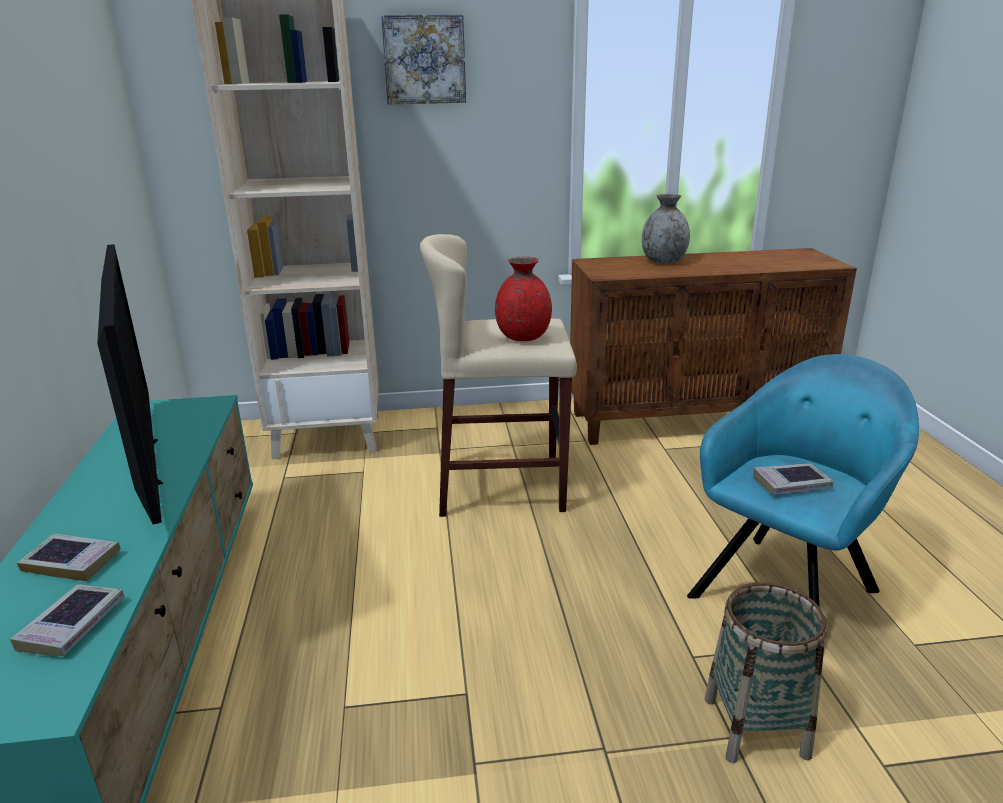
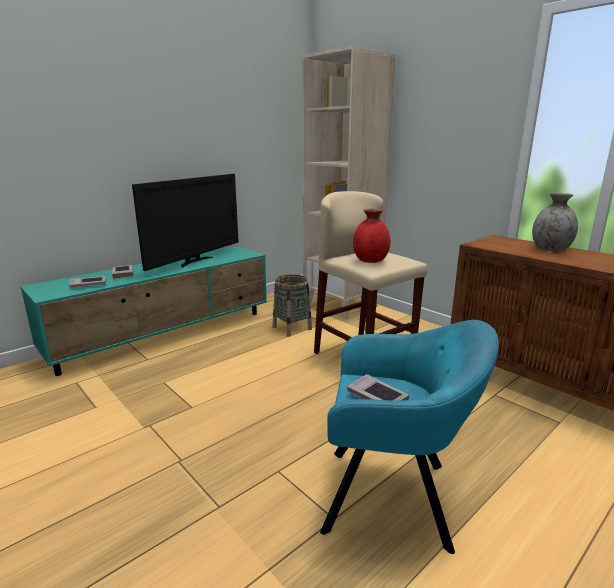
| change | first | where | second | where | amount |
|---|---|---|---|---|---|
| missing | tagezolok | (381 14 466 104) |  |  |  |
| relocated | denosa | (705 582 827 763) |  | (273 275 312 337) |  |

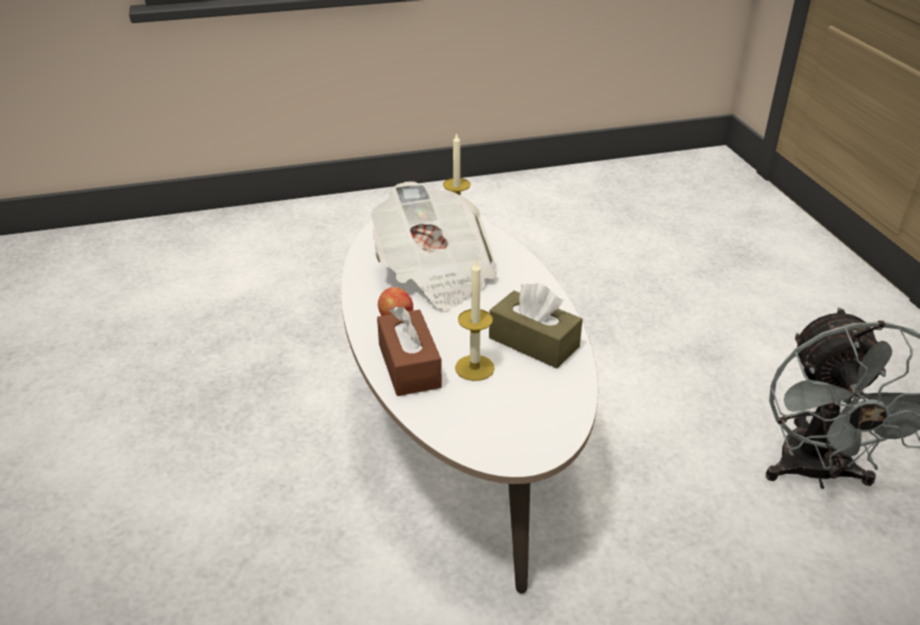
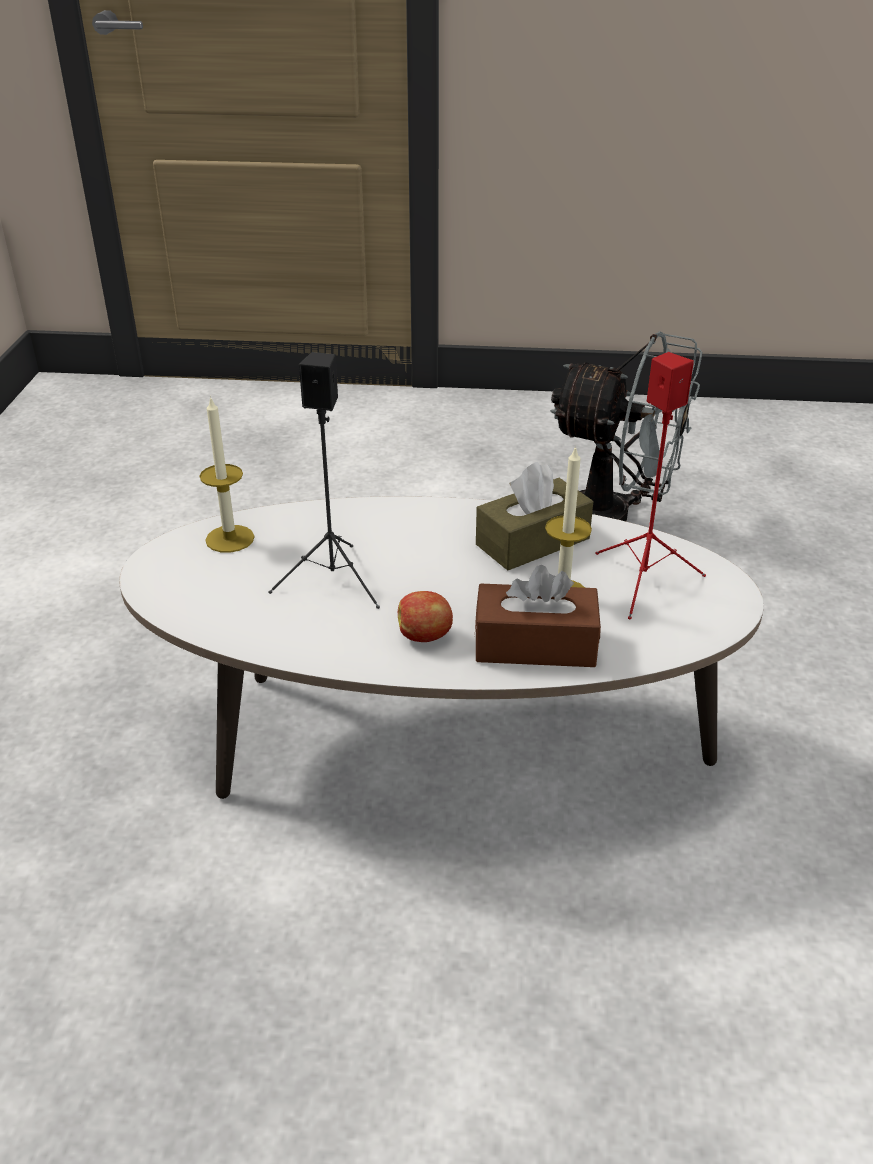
| change | first | where | second | where | amount |
|---|---|---|---|---|---|
| appeared |  |  | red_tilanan | (595 352 706 619) |  |
| exchanged | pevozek | (371 181 497 311) | black_tilanan | (269 352 380 609) |  |

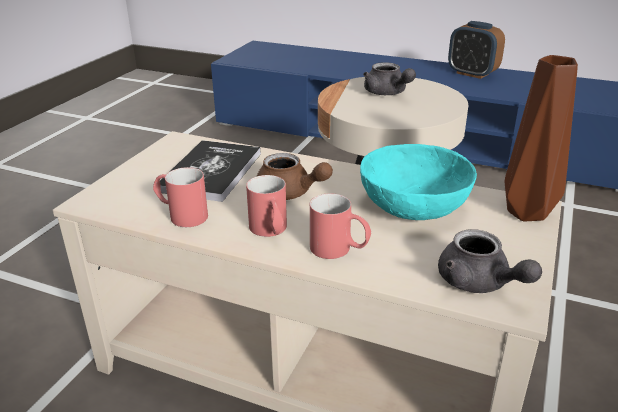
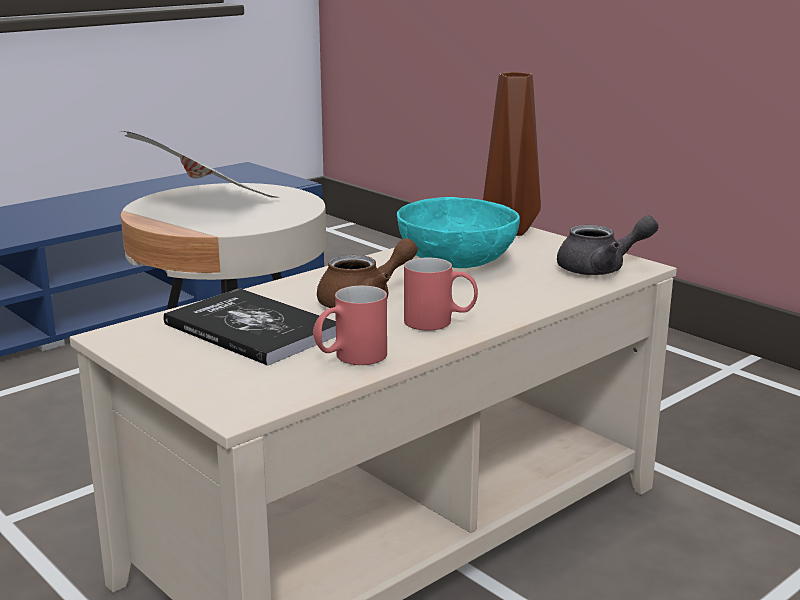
| change | first | where | second | where | amount |
|---|---|---|---|---|---|
| missing | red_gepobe | (310 193 371 259) |  |  |  |
| missing | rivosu | (448 21 505 79) |  |  |  |
| exchanged | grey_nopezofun | (363 62 416 95) | pevozek | (122 131 278 198) |  |

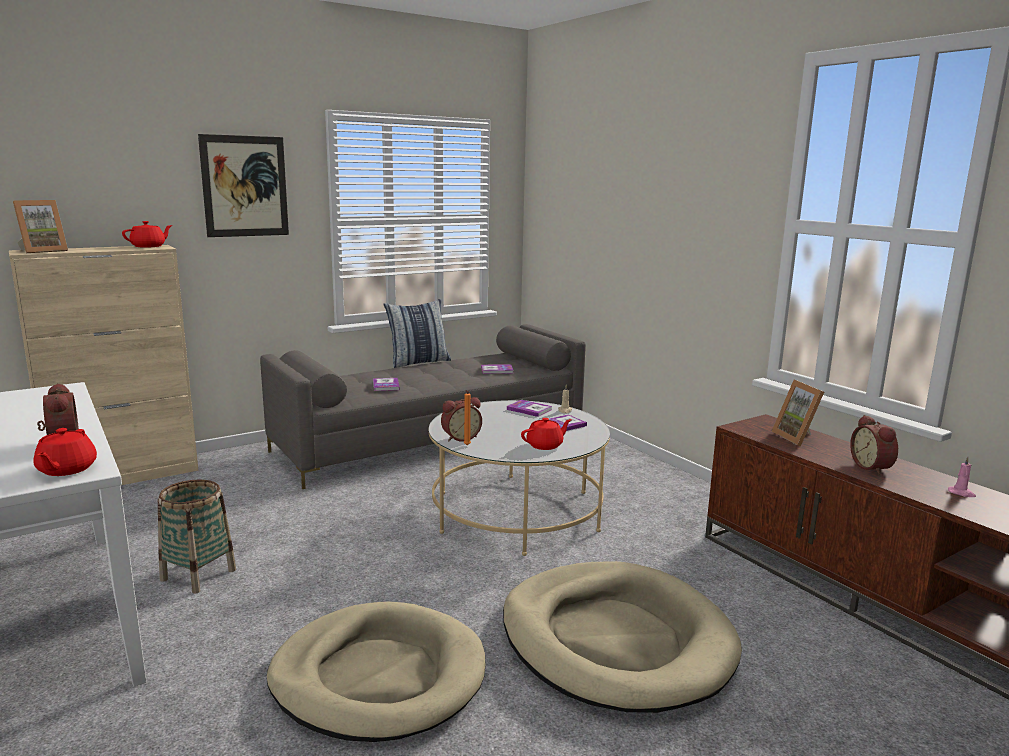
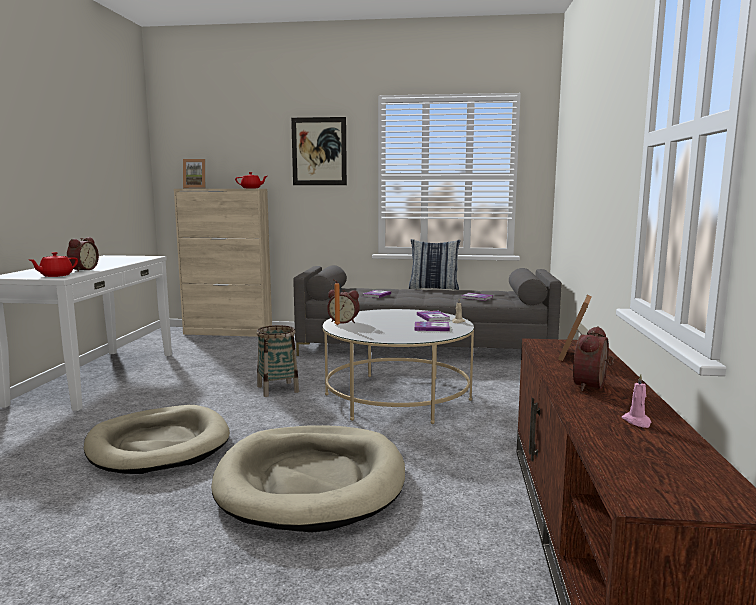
| change | first | where | second | where | amount |
|---|---|---|---|---|---|
| missing | red_nopezofun | (521 418 572 450) |  |  |  |
| relocated | denosa | (158 480 236 594) |  | (256 325 299 397) |  |

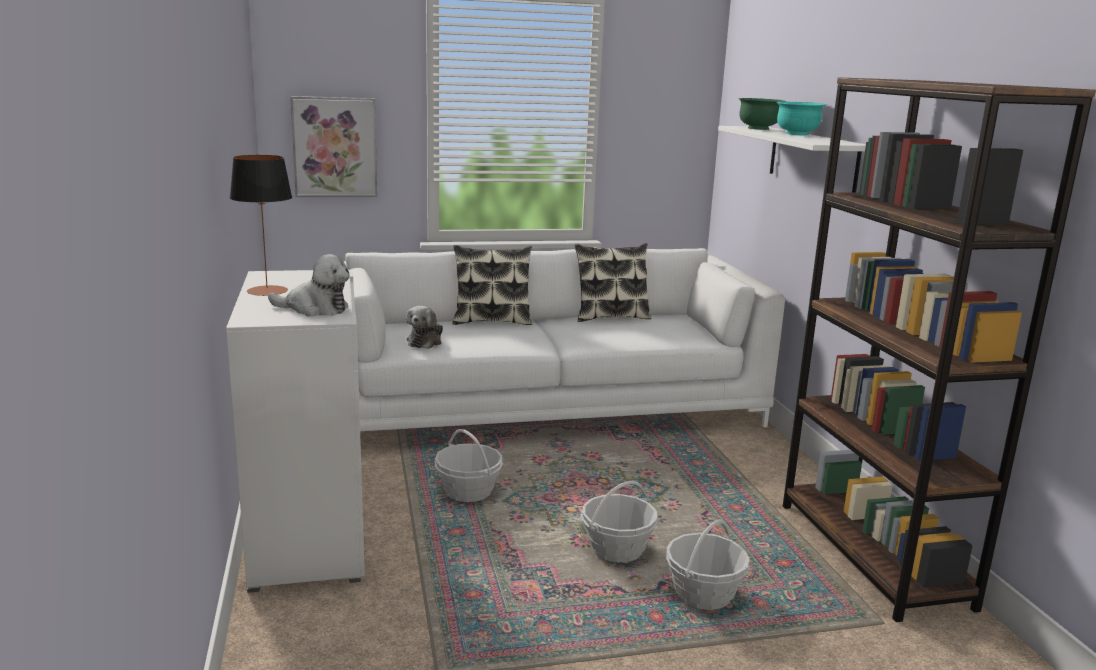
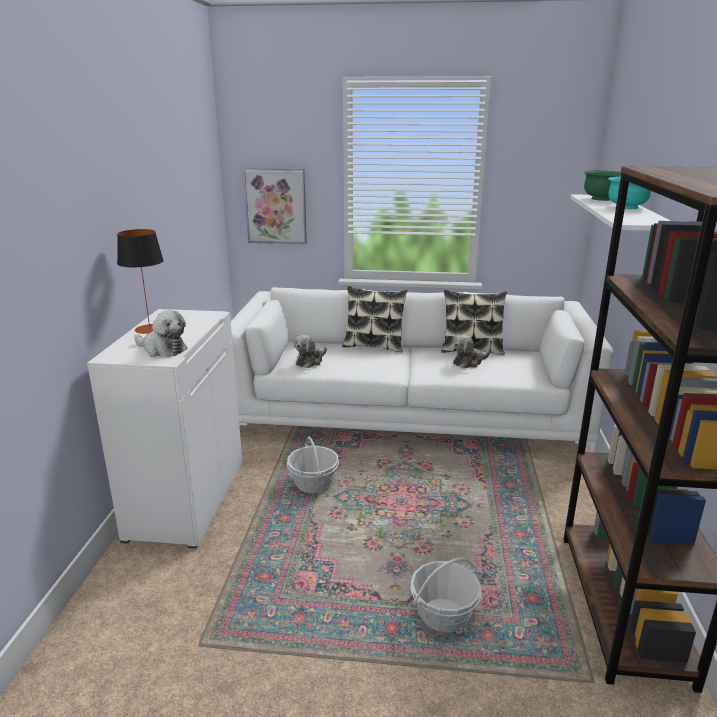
| change | first | where | second | where | amount |
|---|---|---|---|---|---|
| missing | denosa | (581 481 657 562) |  |  |  |
| appeared |  |  | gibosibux | (453 335 490 368) |  |

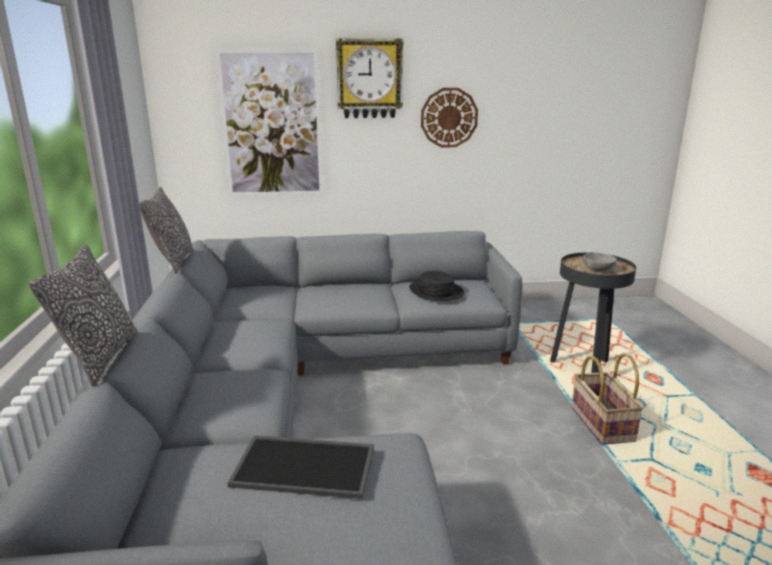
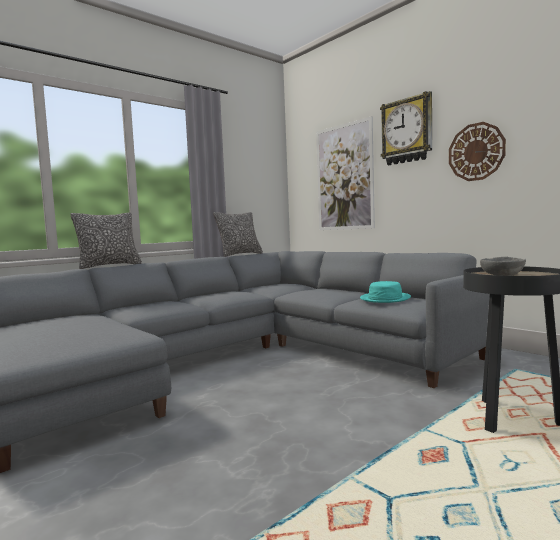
| change | first | where | second | where | amount |
|---|---|---|---|---|---|
| missing | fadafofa | (227 435 374 499) |  |  |  |
| missing | denosa | (572 353 644 445) |  |  |  |
| colour | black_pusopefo | (409 271 464 301) | turquoise_pusopefo | (360 281 411 303) |  |

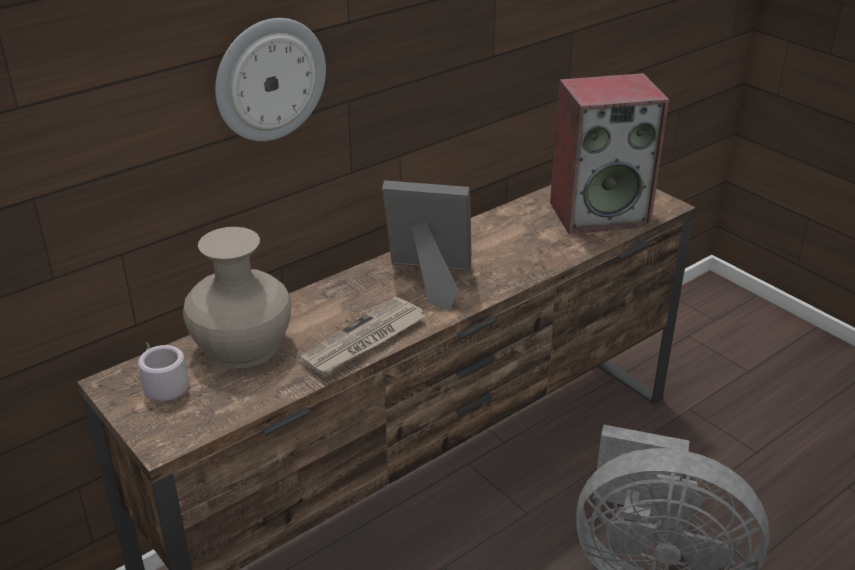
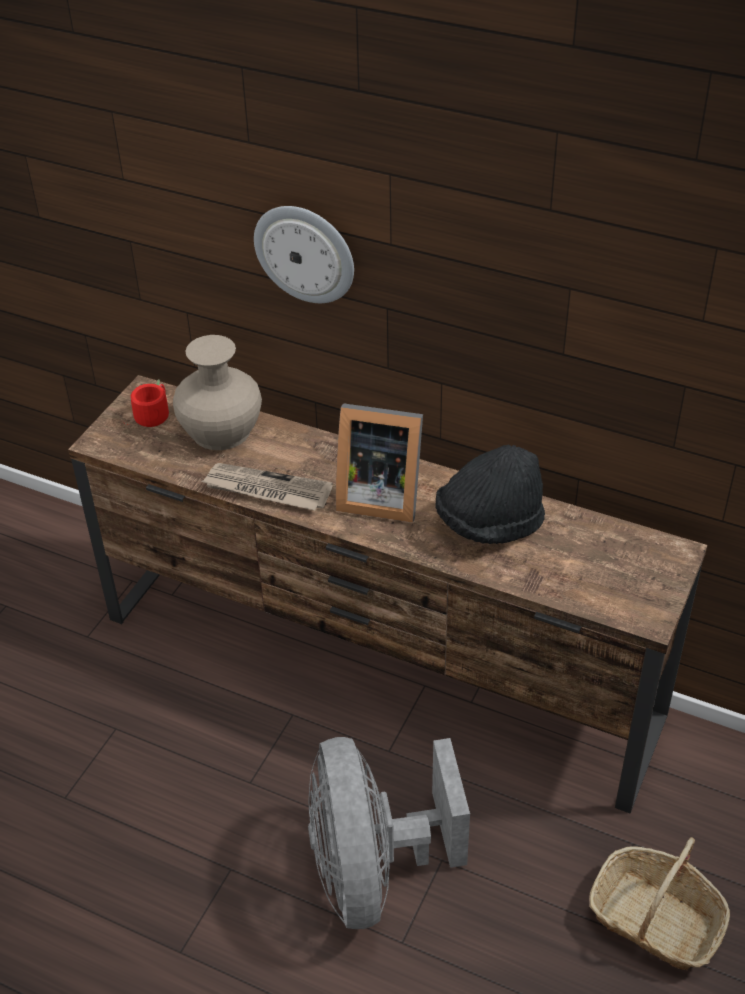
| change | first | where | second | where | amount |
|---|---|---|---|---|---|
| missing | tilanan | (550 73 669 234) |  |  |  |
| appeared |  |  | black_pusopefo | (435 445 545 544) |  |
| appeared |  |  | denosa | (589 837 730 970) |  |
| colour | grey_gepobe | (138 342 189 413) | red_gepobe | (124 379 169 427) |  |
| spun | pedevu | (382 180 471 311) |  | (335 403 423 523) | 120 degrees clockwise |

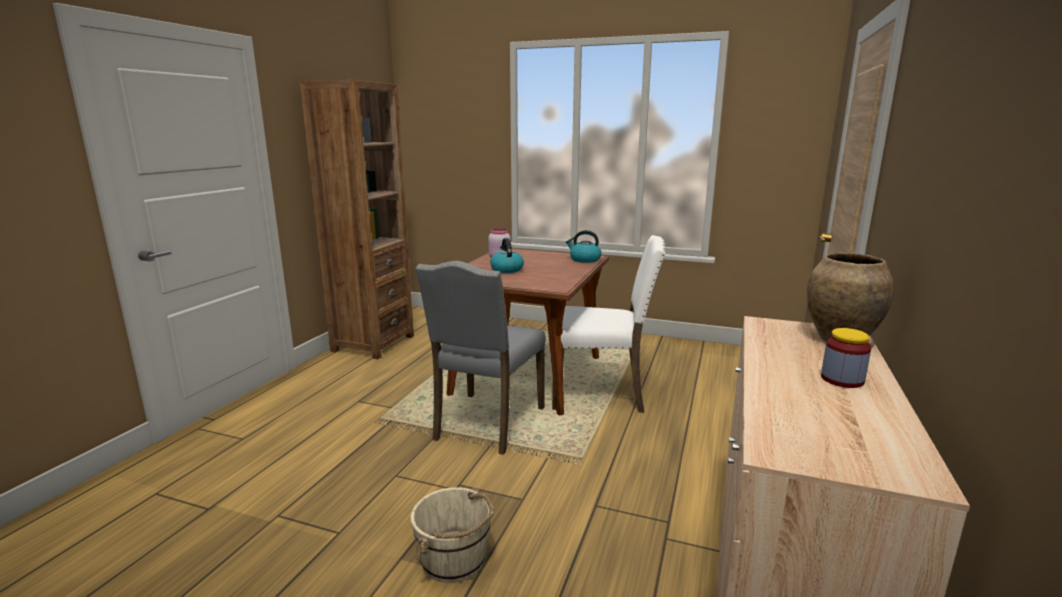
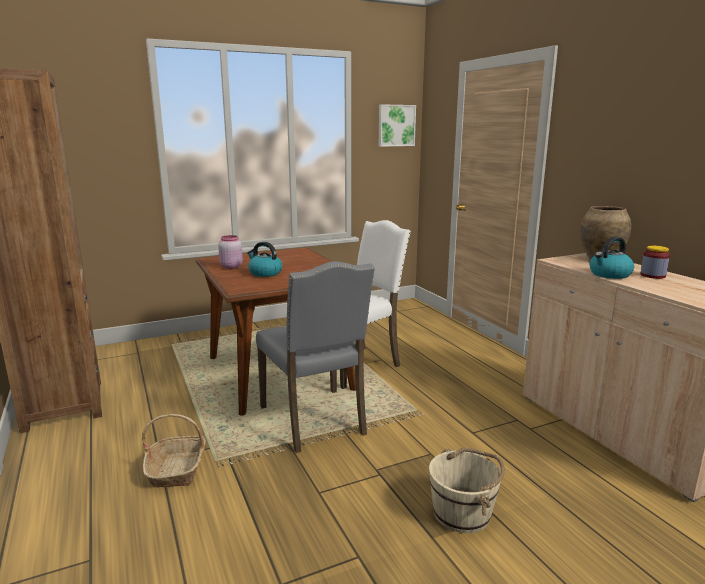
| change | first | where | second | where | amount |
|---|---|---|---|---|---|
| appeared |  |  | denosa | (142 414 206 488) |  |
| appeared |  |  | tagezolok | (379 104 416 147) |  |
| relocated | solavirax | (566 230 601 263) |  | (590 236 634 279) |  |

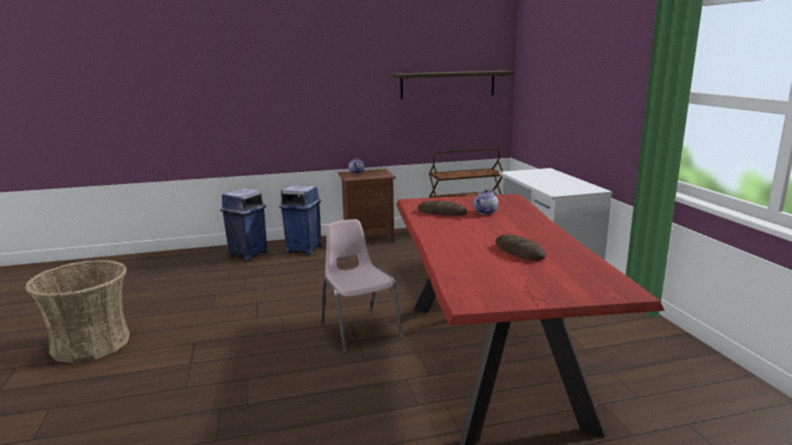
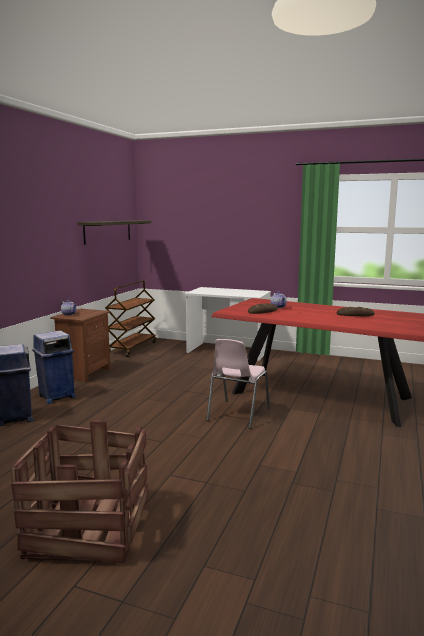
| change | first | where | second | where | amount |
|---|---|---|---|---|---|
| exchanged | denosa | (25 260 130 363) | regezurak | (11 420 148 564) |  |
| spun | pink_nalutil | (321 219 403 353) |  | (206 339 270 429) | 75 degrees counterclockwise |

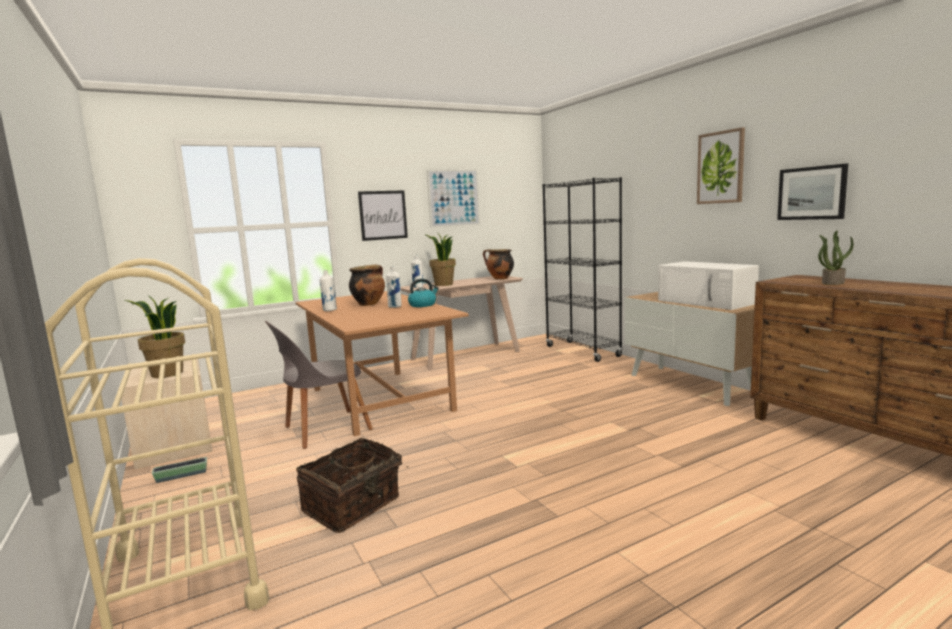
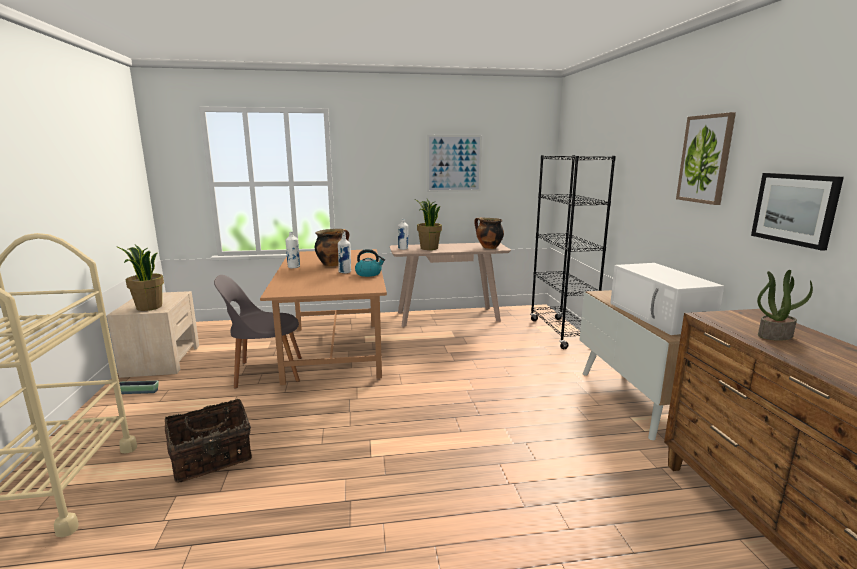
| change | first | where | second | where | amount |
|---|---|---|---|---|---|
| missing | tagezolok | (358 190 408 241) |  |  |  |

